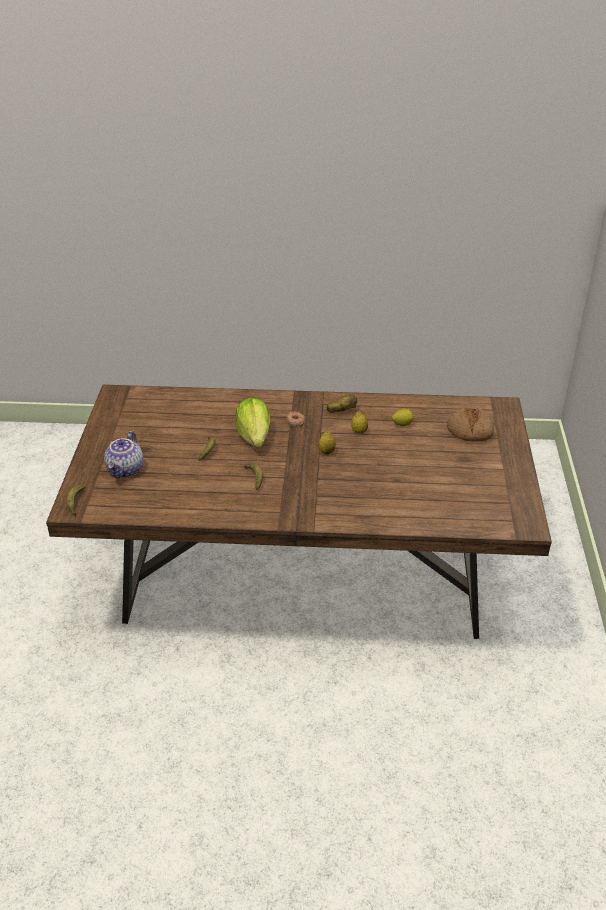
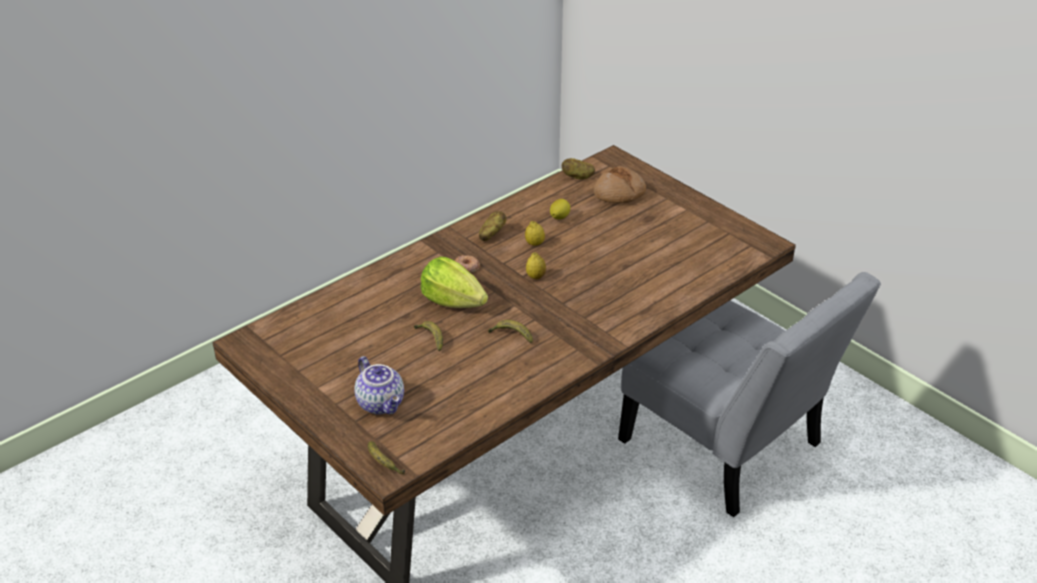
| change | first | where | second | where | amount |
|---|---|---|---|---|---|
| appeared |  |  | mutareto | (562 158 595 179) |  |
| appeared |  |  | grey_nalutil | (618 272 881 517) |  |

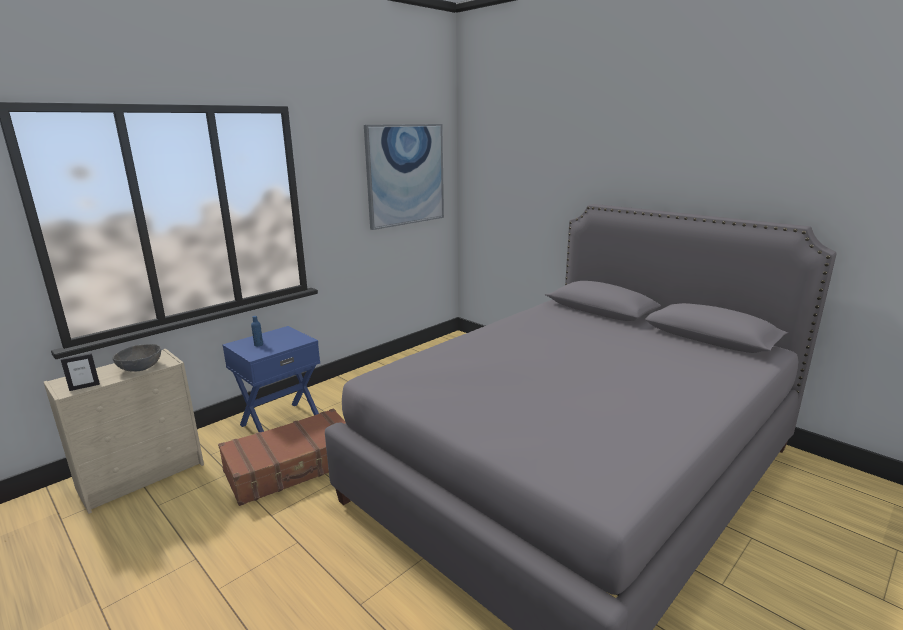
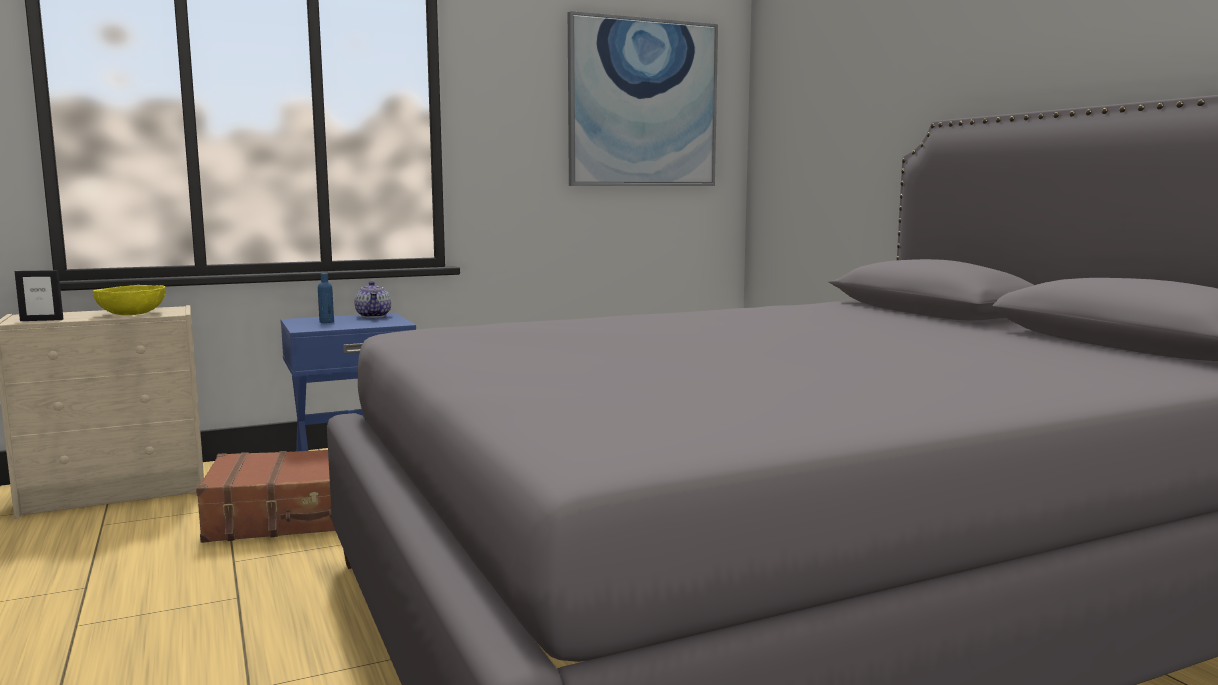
| change | first | where | second | where | amount |
|---|---|---|---|---|---|
| appeared |  |  | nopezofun | (354 281 391 318) |  |
| colour | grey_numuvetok | (113 344 161 372) | yellow_numuvetok | (93 285 166 315) |  |

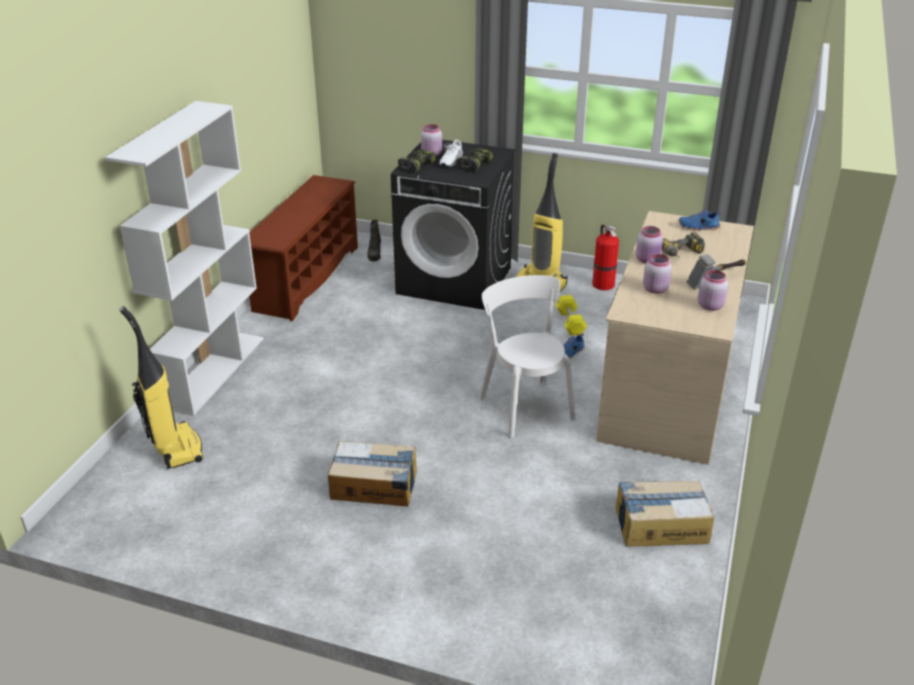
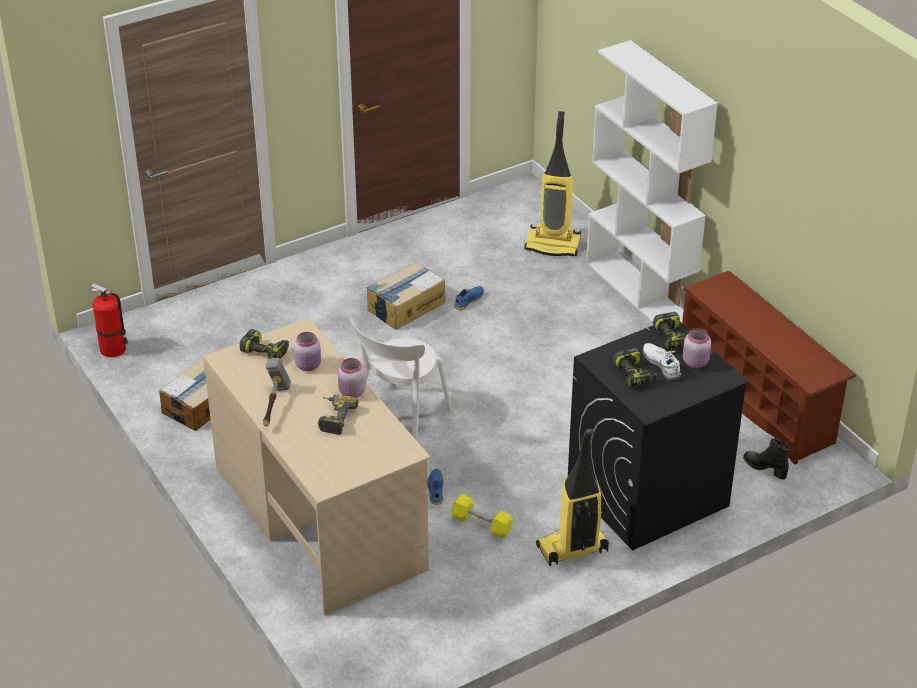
| change | first | where | second | where | amount |
|---|---|---|---|---|---|
| missing | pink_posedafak | (698 270 728 311) |  |  |  |
| appeared |  |  | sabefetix | (240 329 289 359) |  |
| relocated | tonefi | (592 225 619 290) |  | (90 283 128 357) |  |
| relocated | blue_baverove | (679 209 721 231) |  | (454 286 484 310) |  |
| spun | white_nalutil | (479 275 576 438) |  | (350 317 452 440) | 105 degrees clockwise |

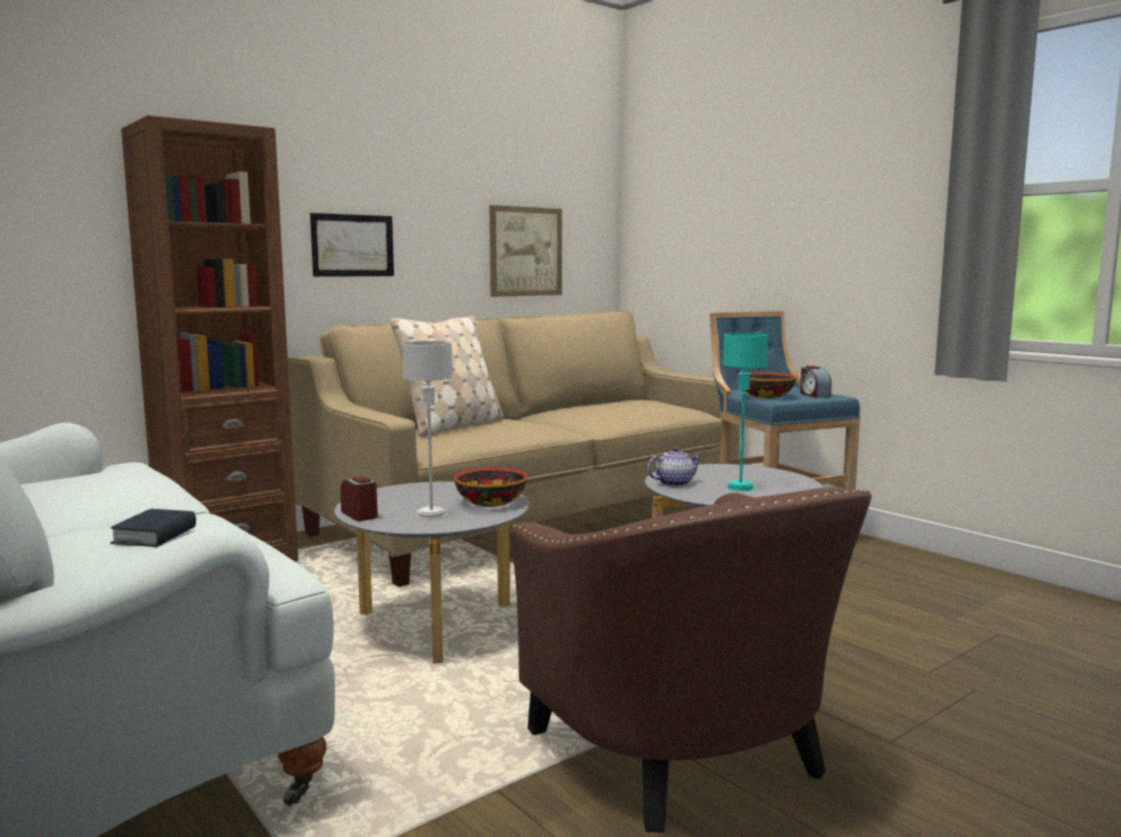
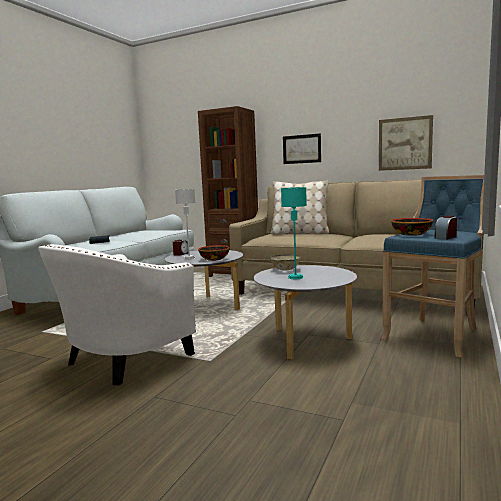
| change | first | where | second | where | amount |
|---|---|---|---|---|---|
| exchanged | nopezofun | (647 447 702 487) | numuvetok | (270 255 301 271) |  |
| colour | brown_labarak | (510 487 872 833) | white_labarak | (38 244 196 385) |  |

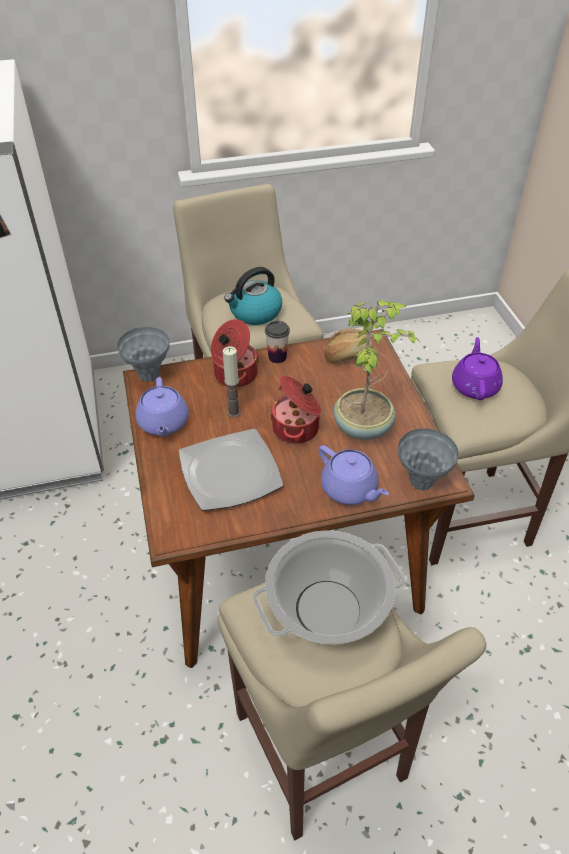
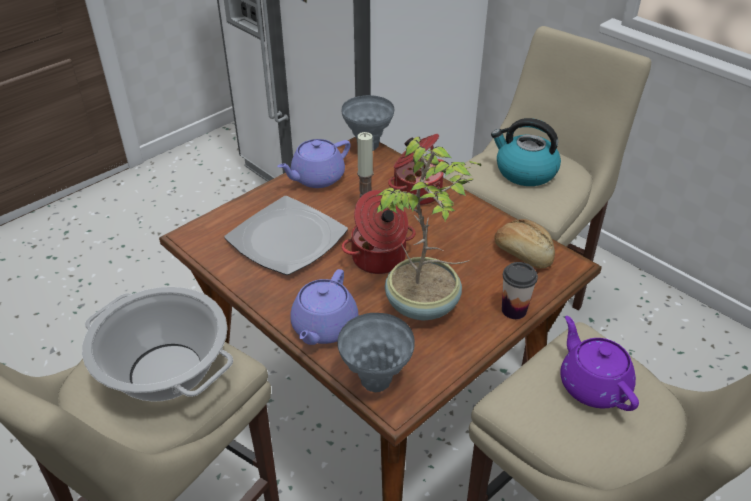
| change | first | where | second | where | amount |
|---|---|---|---|---|---|
| relocated | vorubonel | (265 320 290 363) |  | (502 262 538 319) |  |
| spun | purple_nopezofun | (452 337 503 400) |  | (560 316 639 411) | 90 degrees counterclockwise |

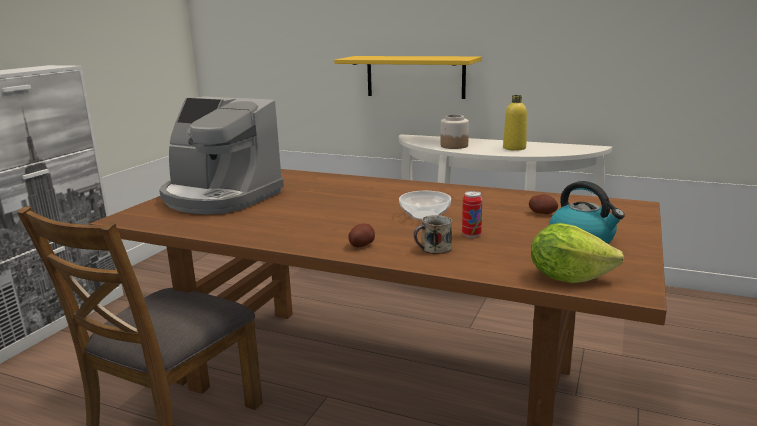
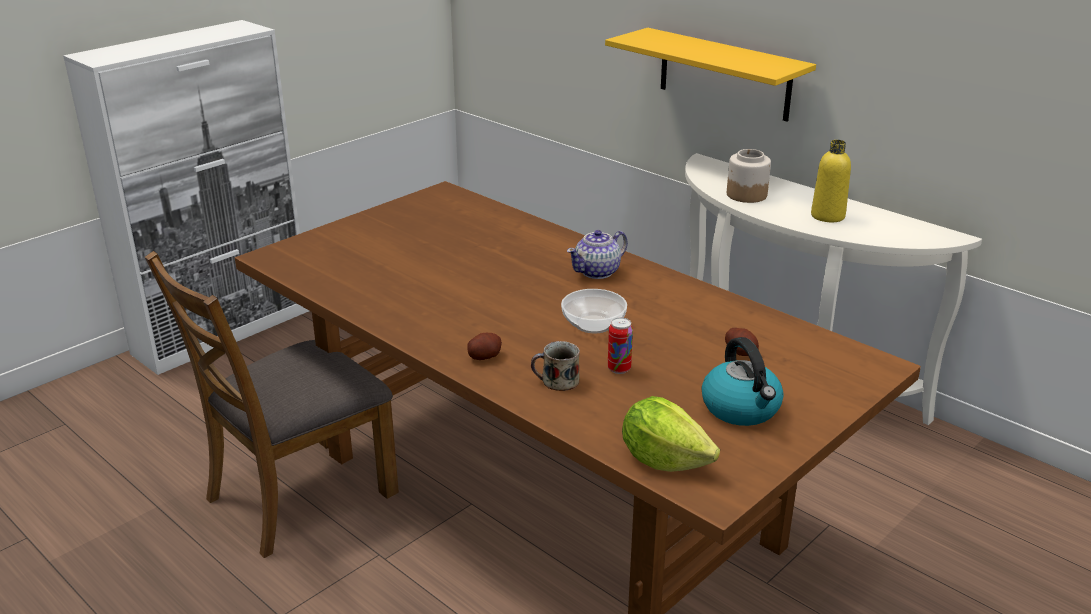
| change | first | where | second | where | amount |
|---|---|---|---|---|---|
| missing | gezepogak | (159 96 284 214) |  |  |  |
| appeared |  |  | nopezofun | (567 230 628 279) |  |

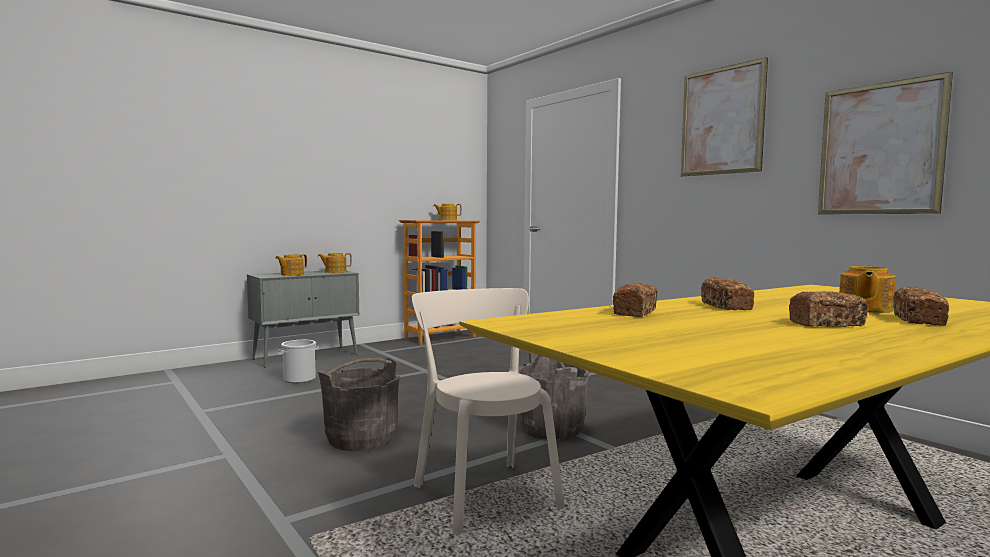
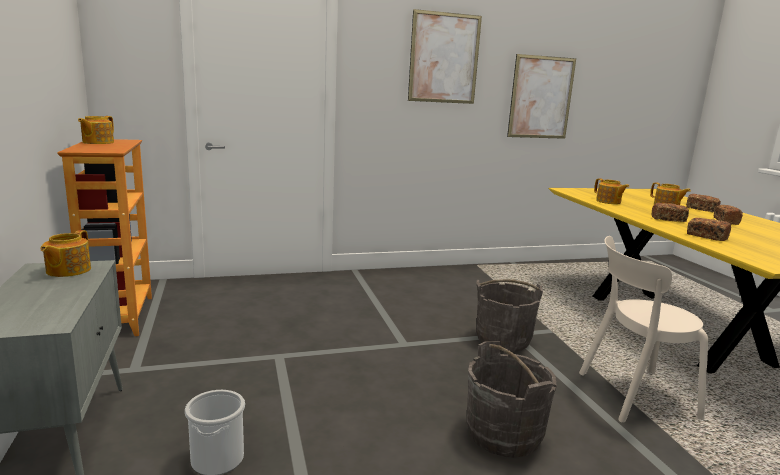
| change | first | where | second | where | amount |
|---|---|---|---|---|---|
| relocated | nopezofun | (275 254 307 276) |  | (594 178 629 204) |  |

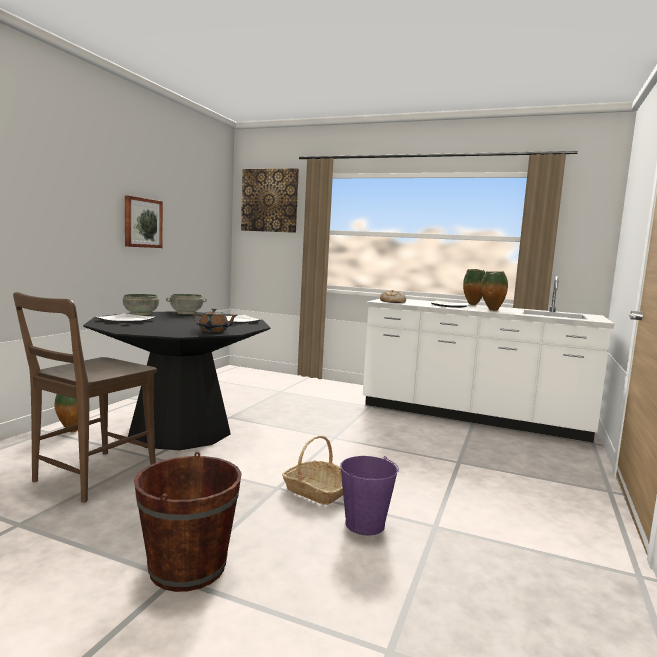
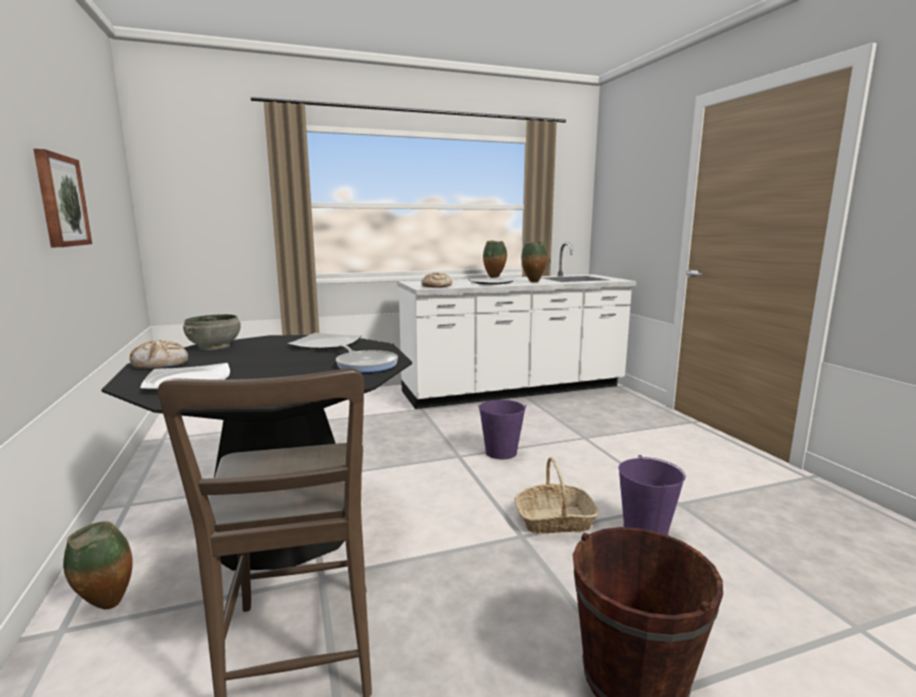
| change | first | where | second | where | amount |
|---|---|---|---|---|---|
| missing | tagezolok | (241 168 299 233) |  |  |  |
| appeared |  |  | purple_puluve | (478 400 526 459) |  |
| exchanged | grey_numuvetok | (123 294 159 316) | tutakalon | (130 340 188 369) |  |
| exchanged | brown_nopezofun | (193 308 237 332) | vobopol | (336 344 398 373) |  |

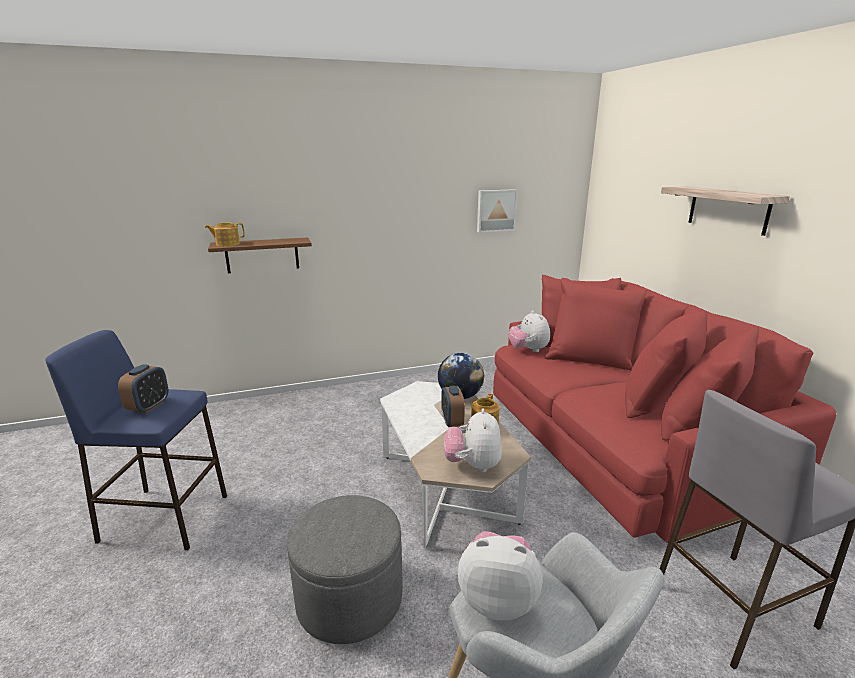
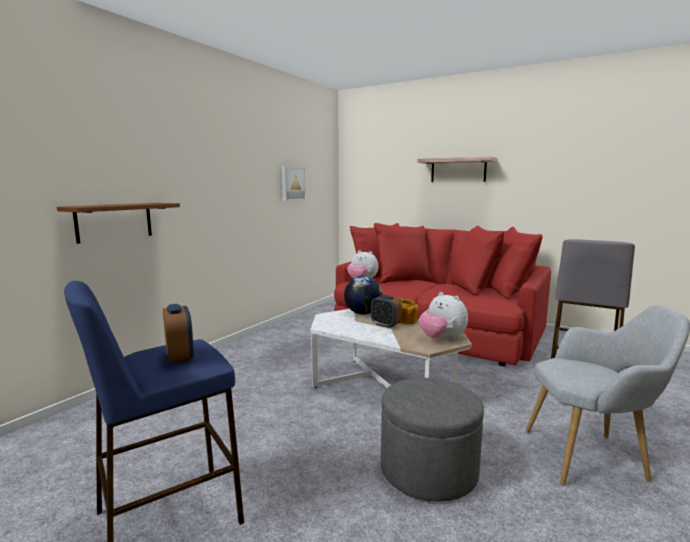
| change | first | where | second | where | amount |
|---|---|---|---|---|---|
| missing | nopezofun | (205 223 245 246) |  |  |  |
| missing | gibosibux | (458 531 543 621) |  |  |  |

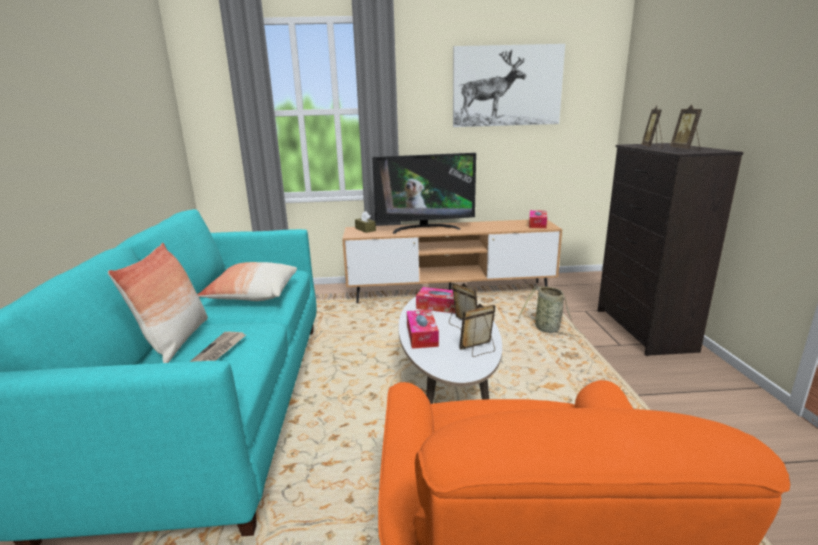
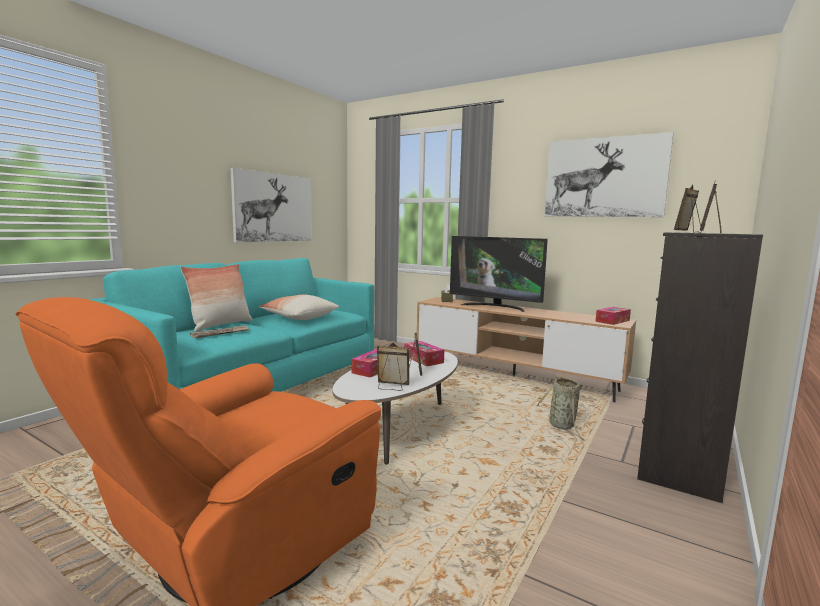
| change | first | where | second | where | amount |
|---|---|---|---|---|---|
| appeared |  |  | tagezolok | (231 168 312 242) |  |

